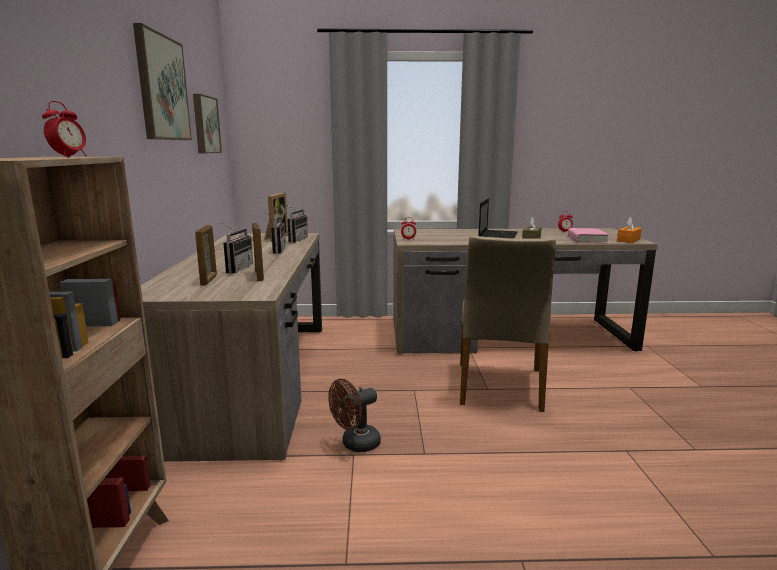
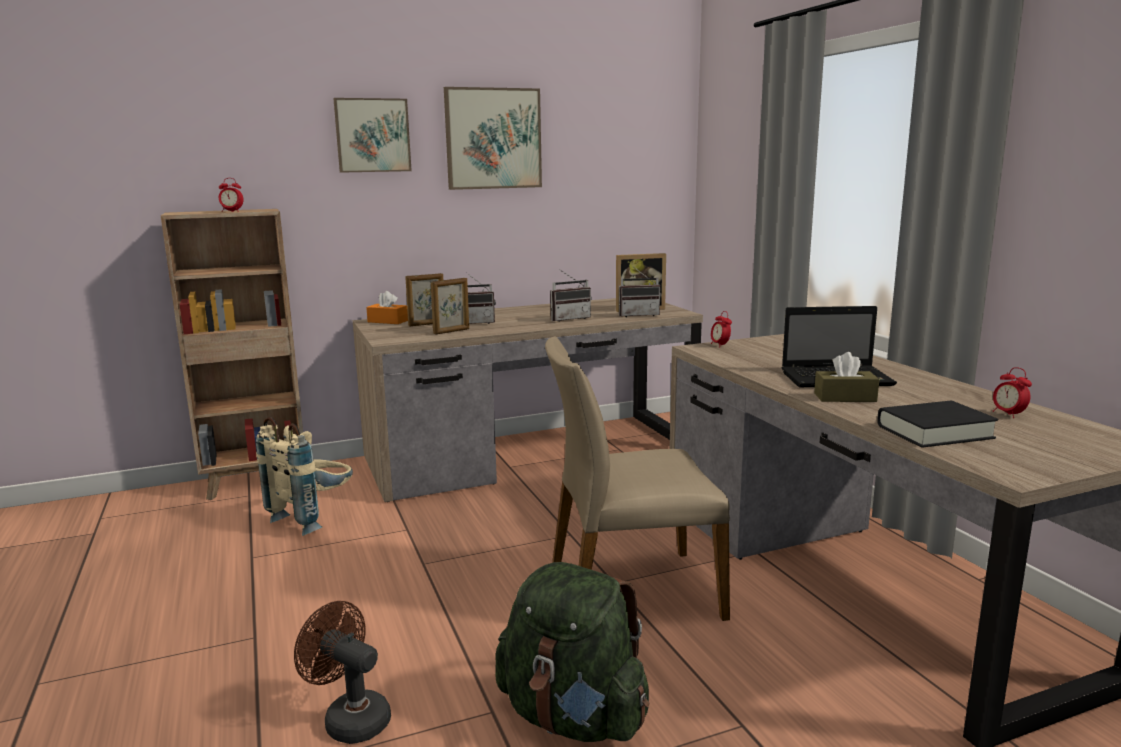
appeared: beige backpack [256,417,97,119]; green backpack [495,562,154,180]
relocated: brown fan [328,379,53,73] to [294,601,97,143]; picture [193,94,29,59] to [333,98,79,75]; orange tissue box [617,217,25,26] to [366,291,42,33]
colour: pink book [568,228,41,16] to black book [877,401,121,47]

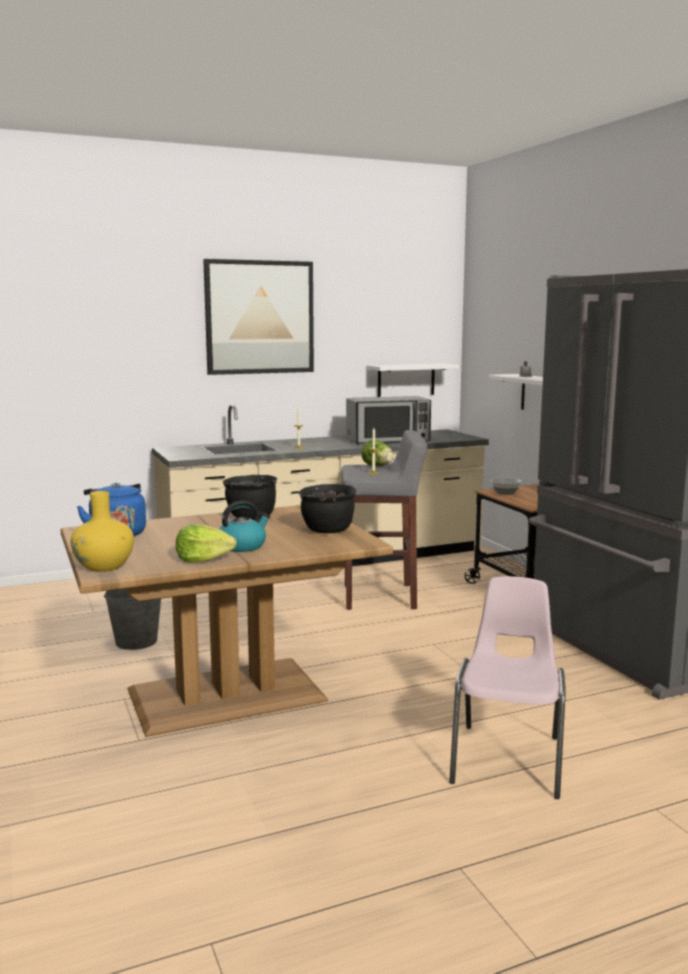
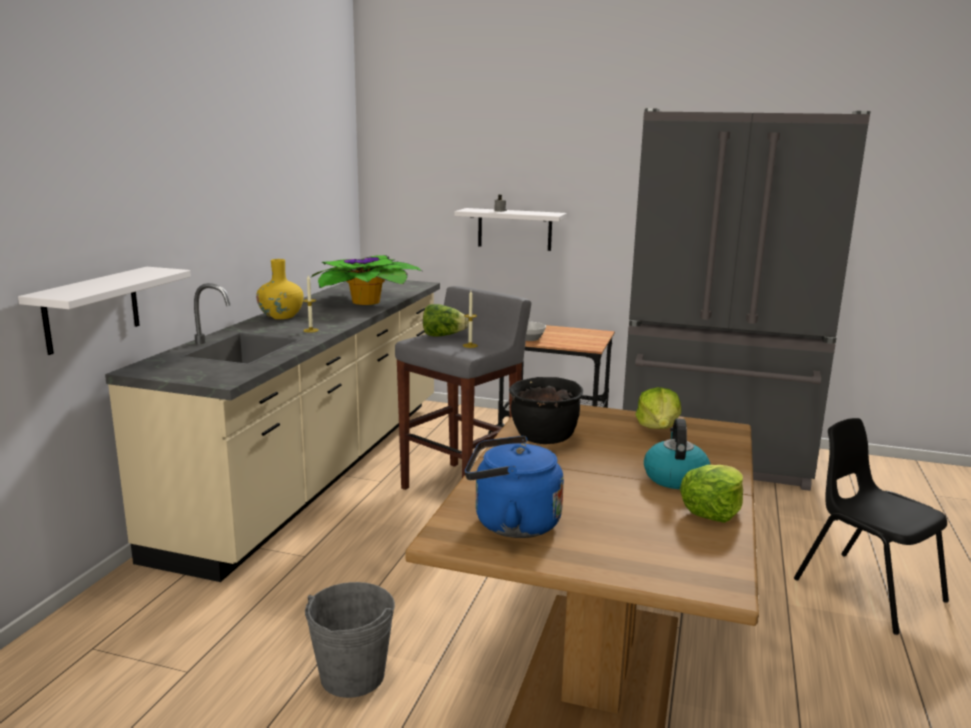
missing: picture [203,259,111,116]
relocated: white shelf [367,363,92,34] to [18,267,173,88]; yellow vase [70,491,64,81] to [256,259,48,60]
exchanged: microwave [346,396,85,48] to potted plant [311,255,111,50]; black cooking pot [299,484,57,49] to lettuce [635,387,46,42]
colour: pink chair [449,576,117,223] to black chair [794,418,155,217]

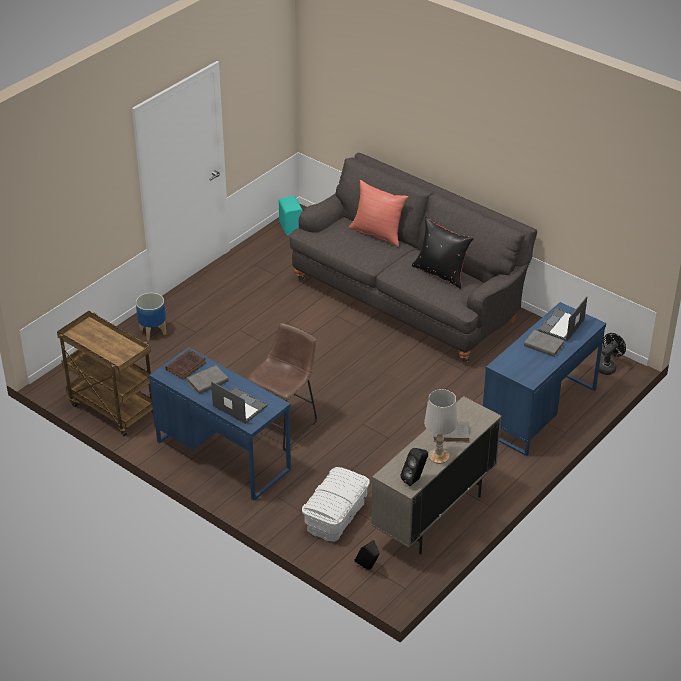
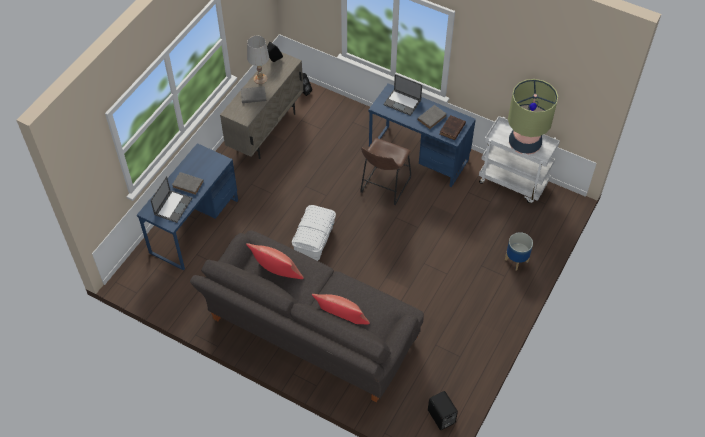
missing: black fan [599,333,27,42]
appeared: table lamp [508,79,50,76]
relocated: white storage box [302,467,67,75] to [292,205,44,56]
colour: black pillow [412,217,62,72] to red pillow [246,243,58,36]; turquoise speaker [279,196,24,39] to black speaker [428,391,30,39]; brown cart [57,311,96,126] to white cart [479,116,81,88]

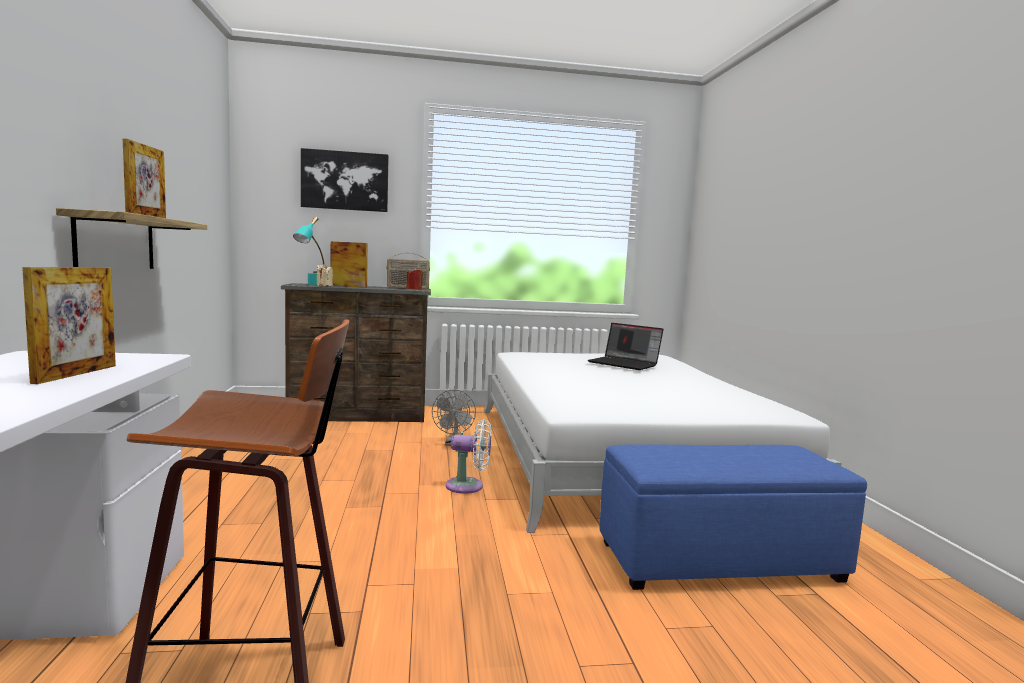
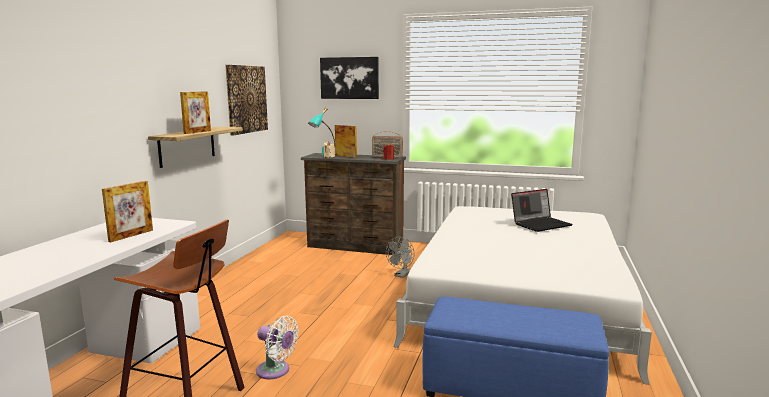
appeared: picture [225,65,43,70]
relocated: white fan [446,419,45,75] to [256,316,43,63]
spun: laptop [588,323,76,47] = [511,189,62,43] 90 degrees counterclockwise

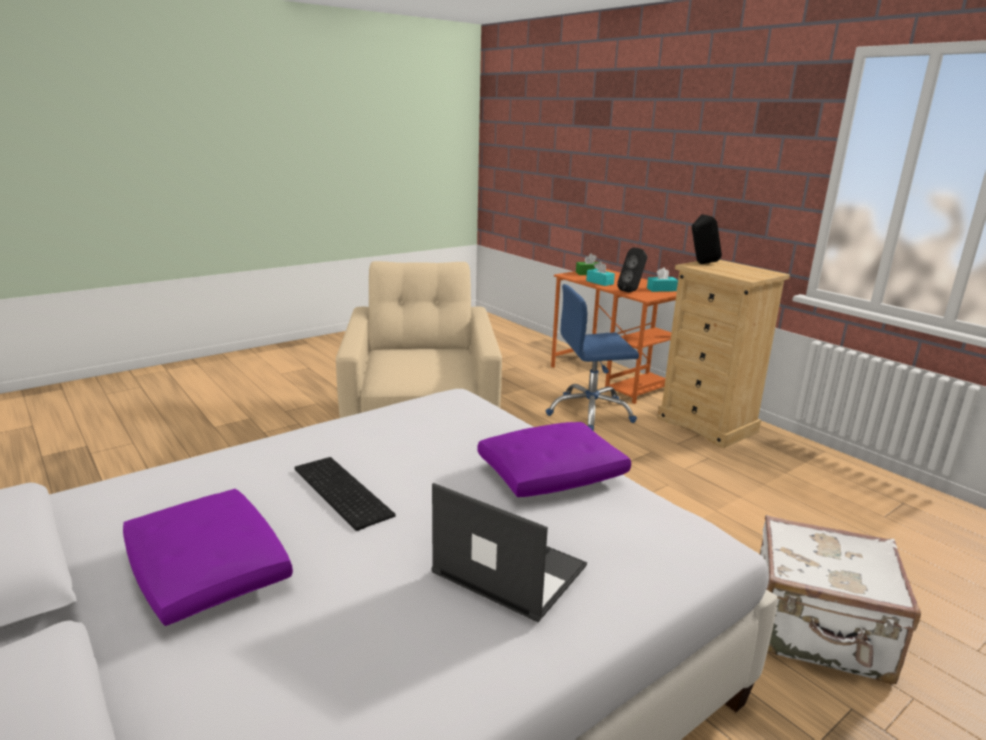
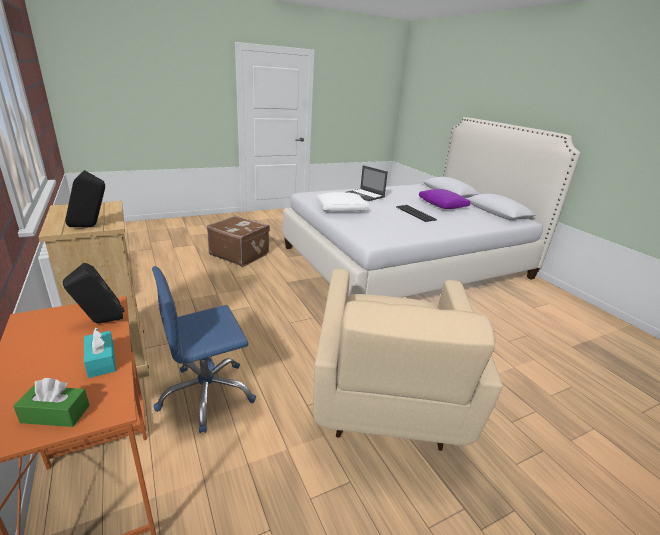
missing: turquoise tissue box [647,268,31,24]
colour: white suitcase [760,515,161,169] to brown suitcase [207,216,63,51]; purple pillow [477,422,154,75] to white pillow [316,192,53,20]
spun: blue office chair [546,284,93,147] = [152,266,104,167] 150 degrees clockwise

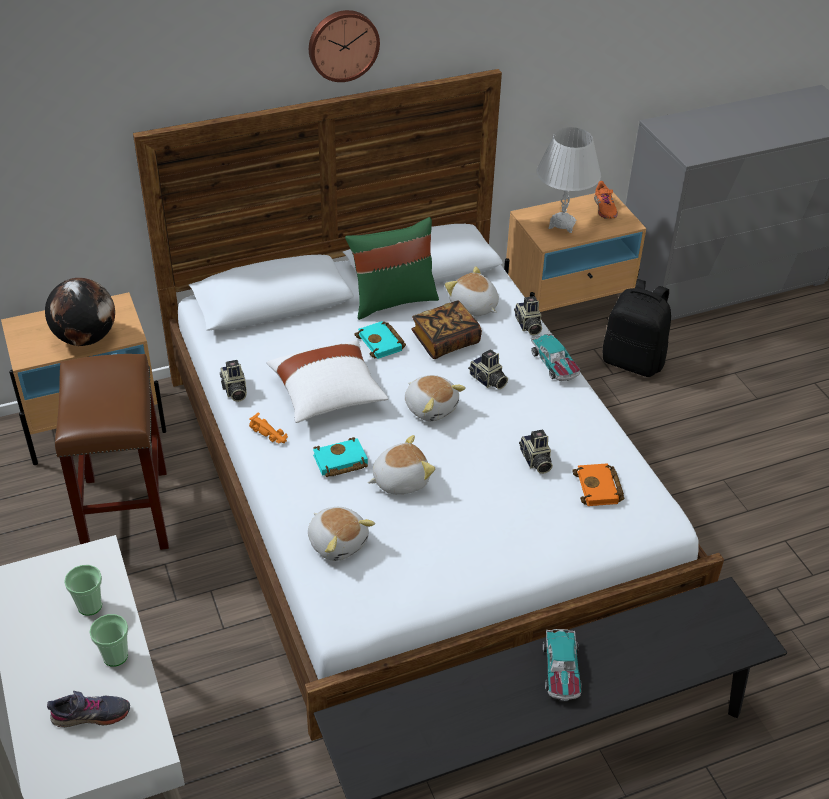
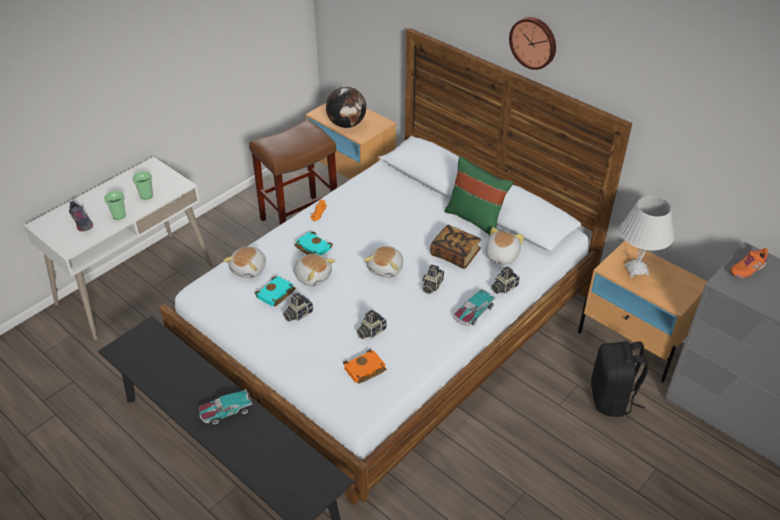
missing: white pillow [267,340,121,83]
relocated: turquoise book [354,321,52,38] to [255,276,41,30]; photo camera [220,360,27,42] to [283,293,30,29]; orange shoe [594,181,24,38] to [730,248,38,31]

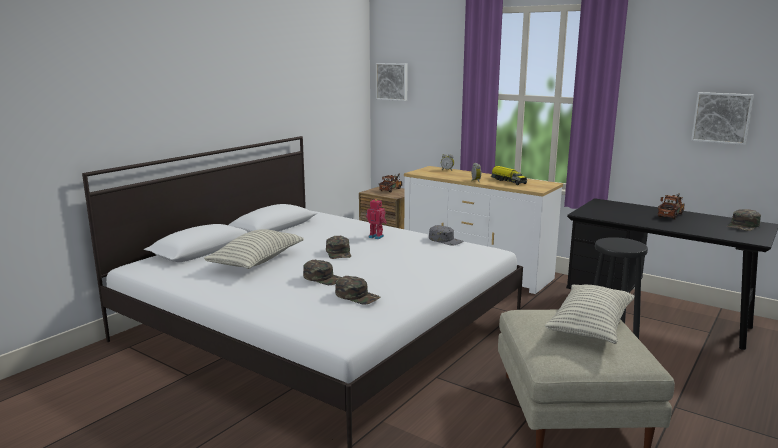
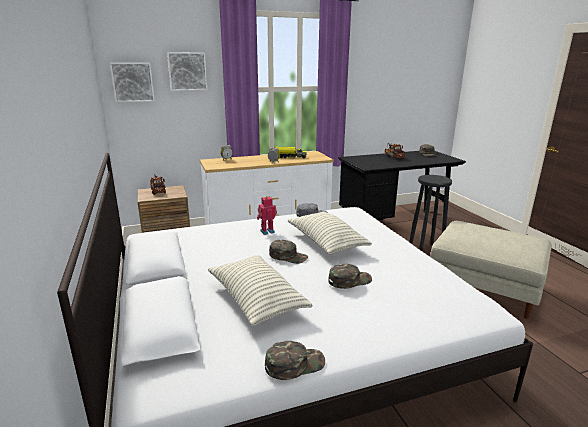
relocated: picture [691,92,63,53] to [167,52,40,39]; green cap [335,276,45,28] to [265,341,60,39]; pillow [545,284,89,60] to [287,212,85,42]

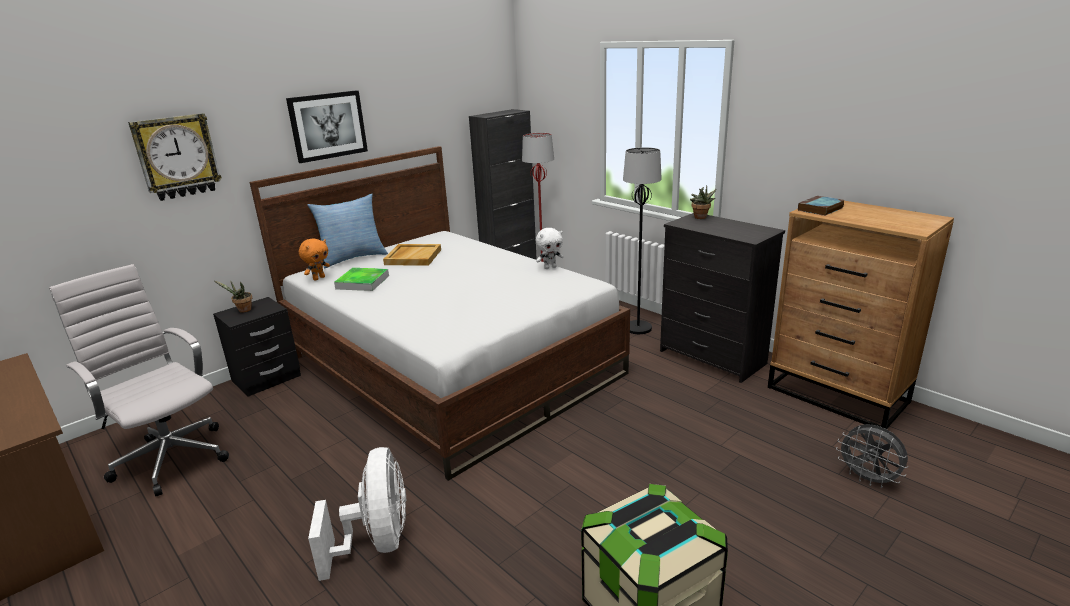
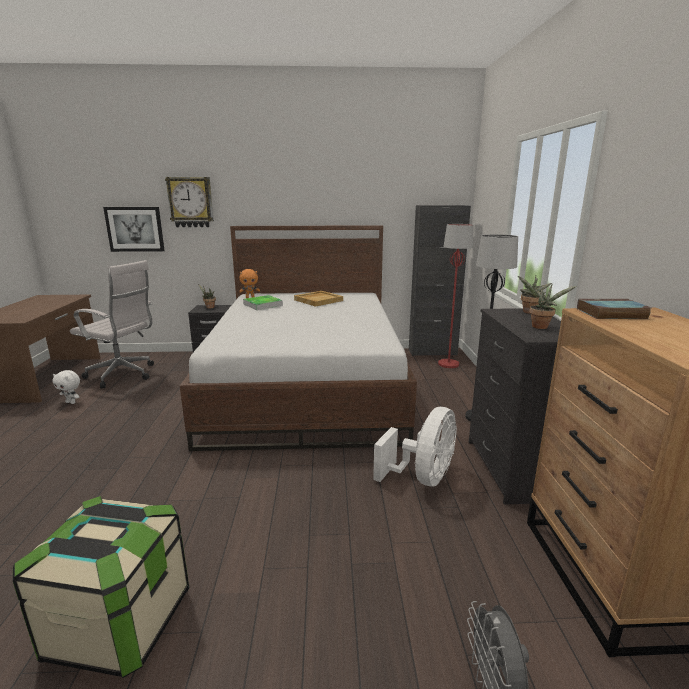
missing: pillow [307,194,81,75]
appeared: potted plant [530,284,46,45]
relocated: white plush toy [536,228,28,41] to [52,370,28,34]; picture [286,90,82,73] to [103,207,62,45]; white fan [308,447,98,134] to [373,407,84,80]
spun: white office chair [49,264,180,233] = [70,260,84,129] 120 degrees clockwise

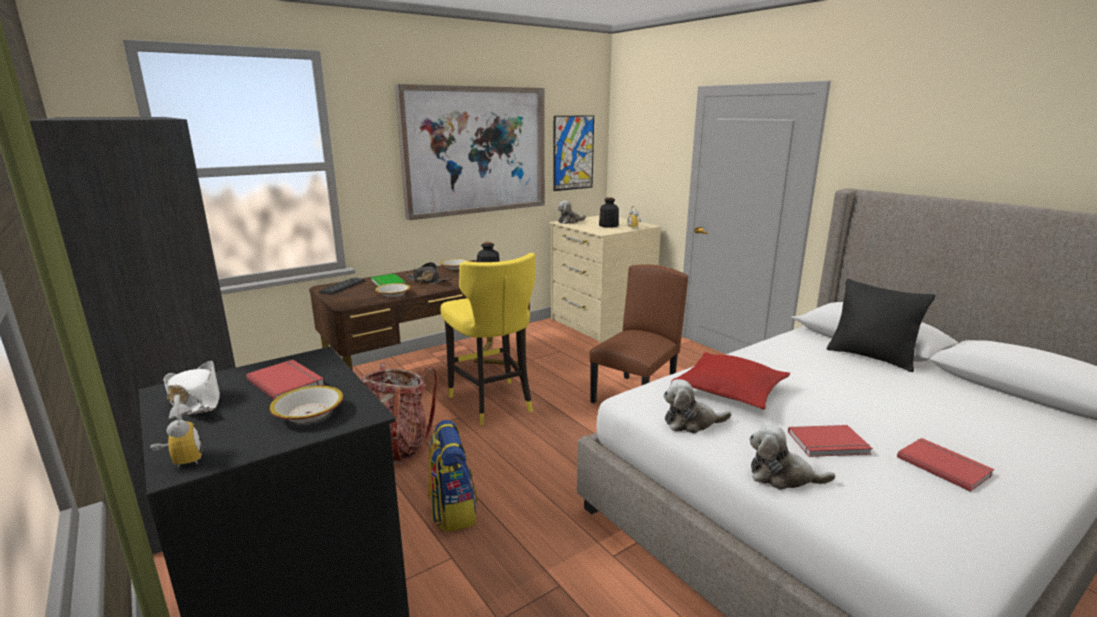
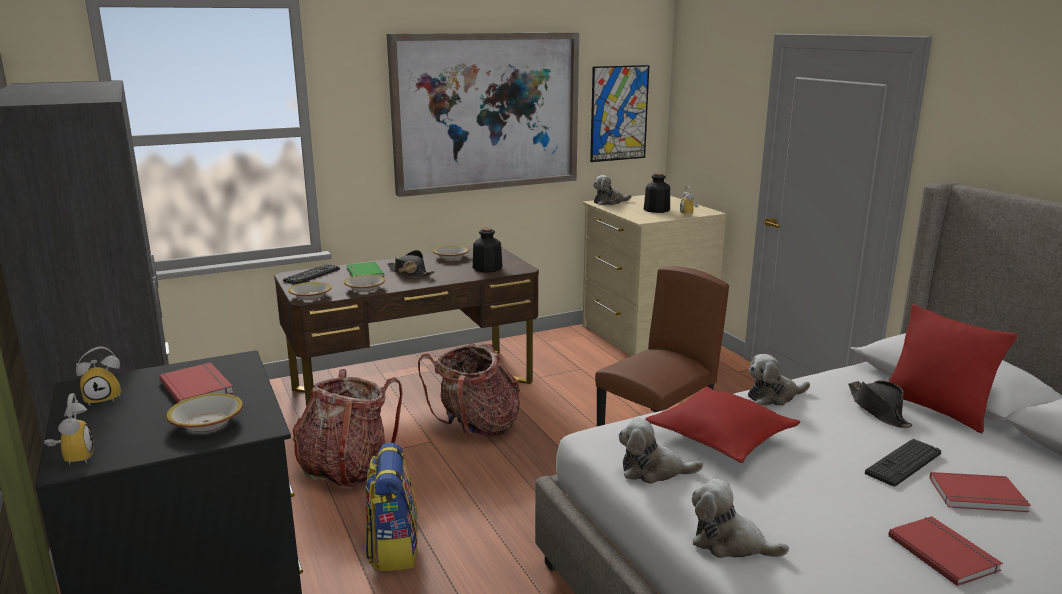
appeared: bowl [288,282,44,18]; plush toy [748,354,62,52]; black hat [848,380,65,48]; keyboard [865,439,76,48]
relocated: red book [788,425,85,32] to [929,472,102,40]
exchanged: white hat [163,361,57,54] to alarm clock [76,346,46,60]; yellow stool [440,253,95,172] to backpack [418,343,102,96]
colour: black pillow [827,279,108,93] to red pillow [888,304,130,129]

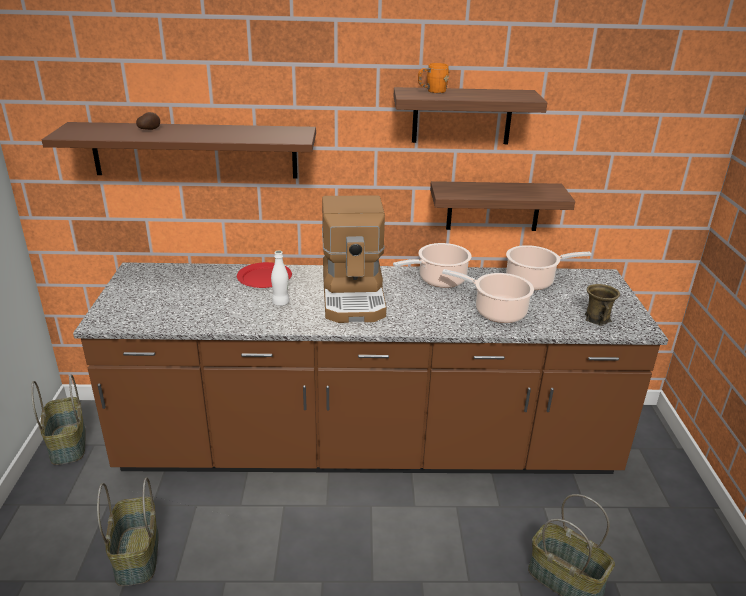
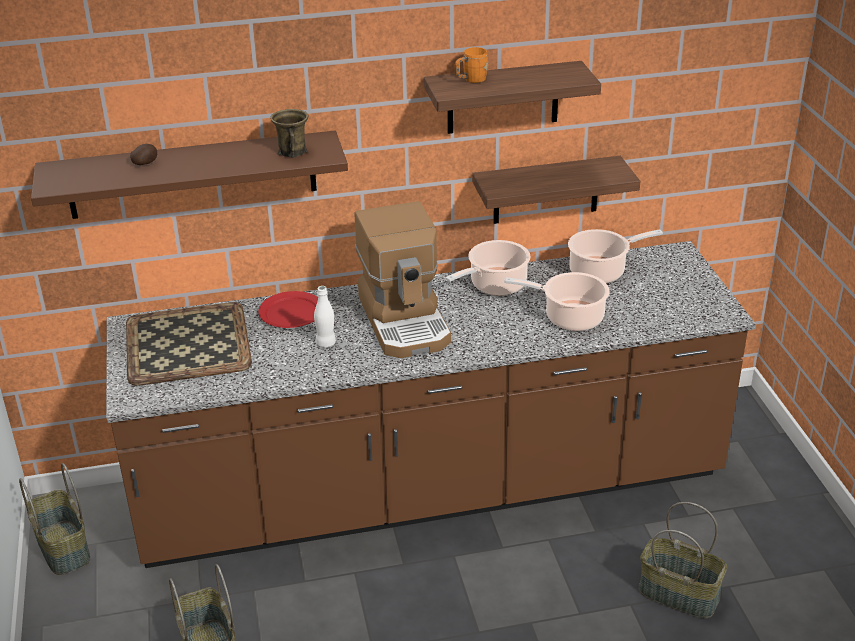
appeared: tray [126,302,126,84]
relocated: brown mug [585,284,35,42] to [270,109,39,49]

